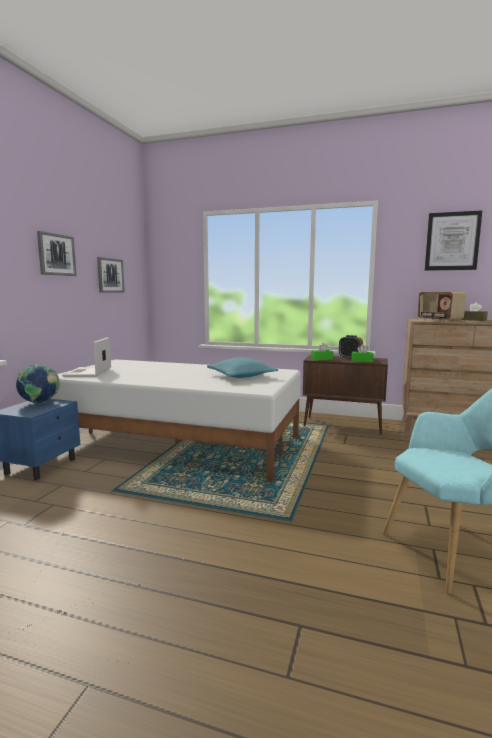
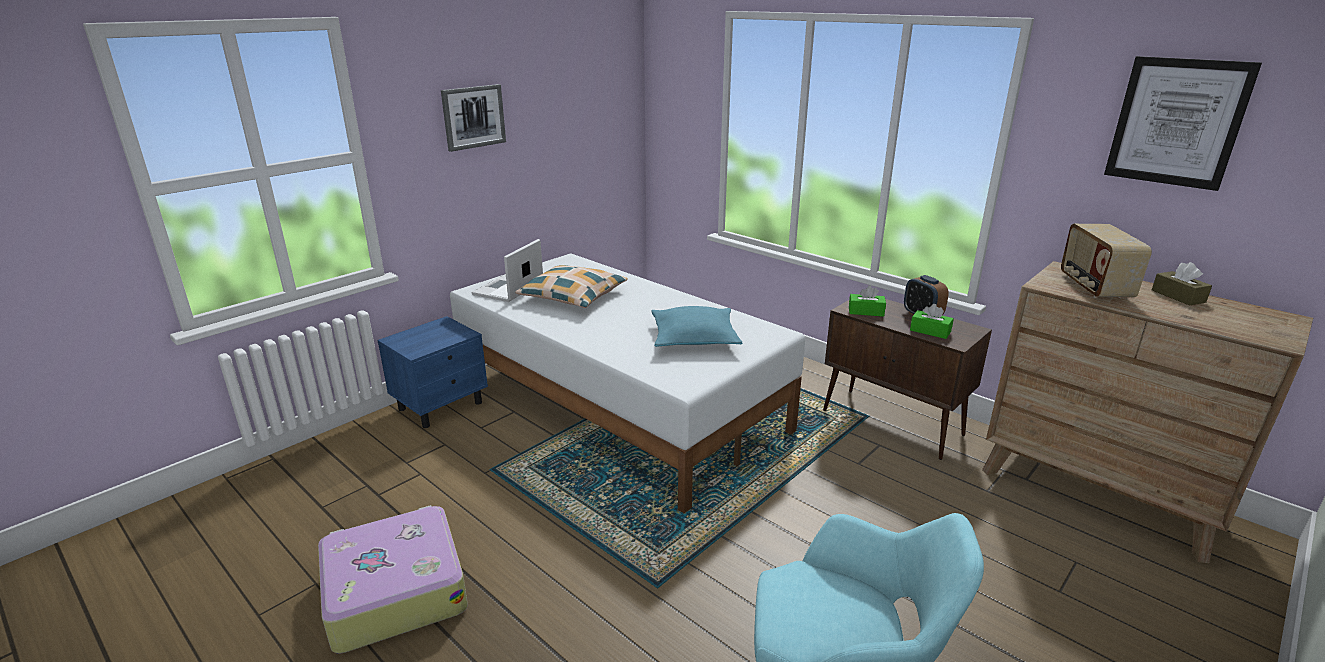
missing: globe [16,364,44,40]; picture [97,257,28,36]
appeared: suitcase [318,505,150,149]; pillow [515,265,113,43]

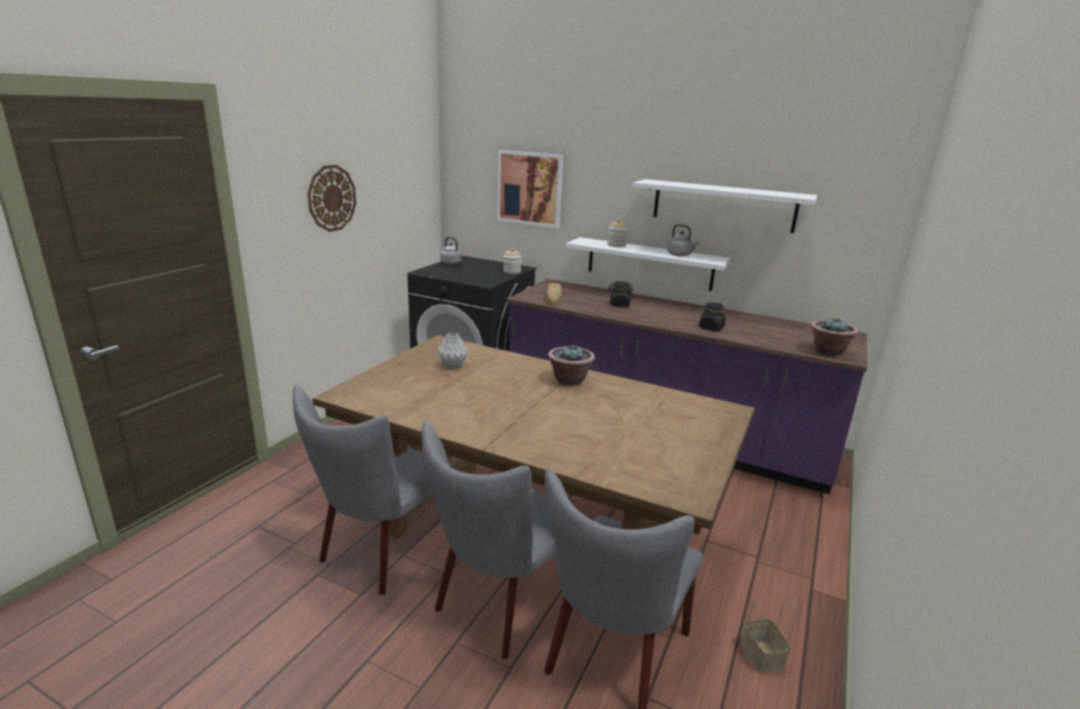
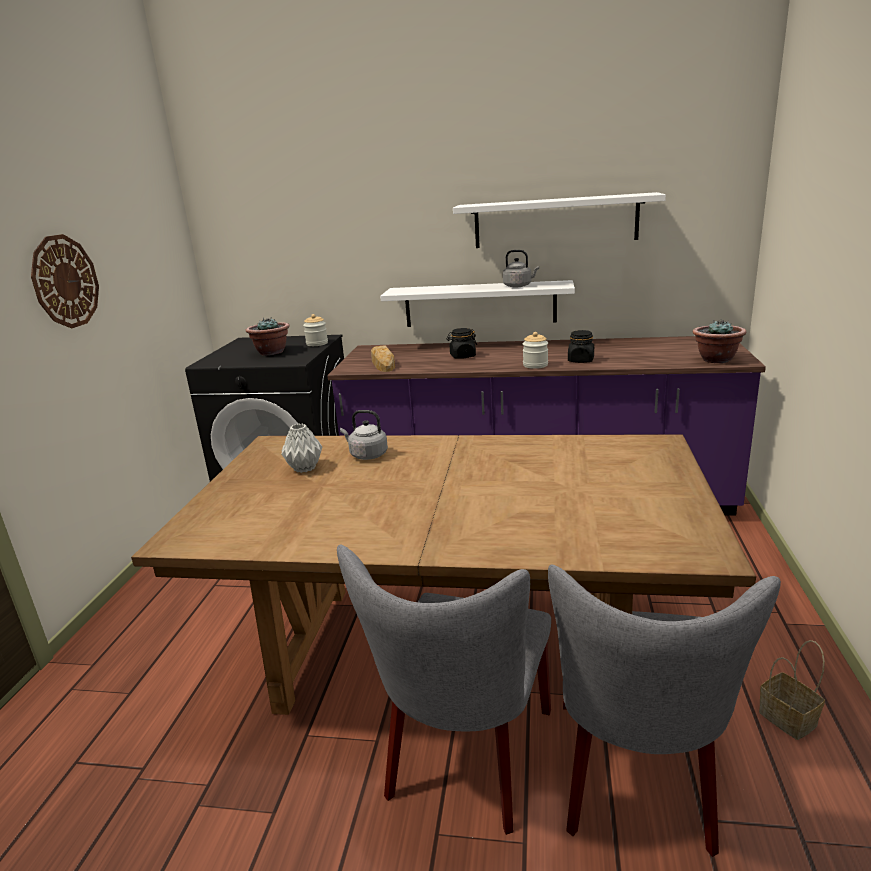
missing: grey chair [293,385,162,210]; picture [497,150,66,78]
relocated: potted plant [548,344,47,42] to [246,317,44,39]; grey kettle [439,237,23,28] to [340,410,48,50]; jar [607,220,20,27] to [523,332,25,37]

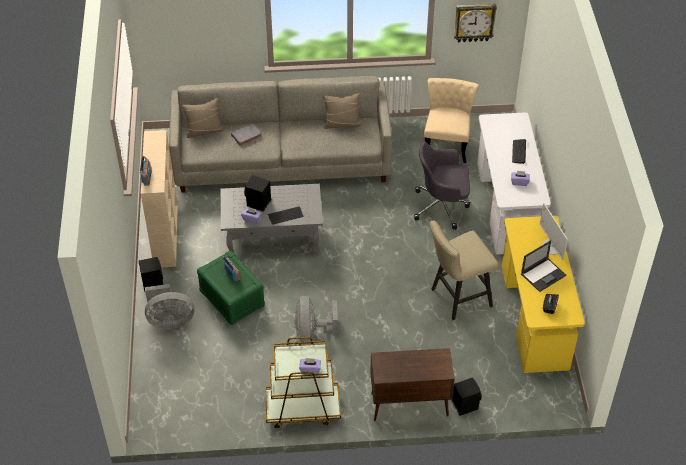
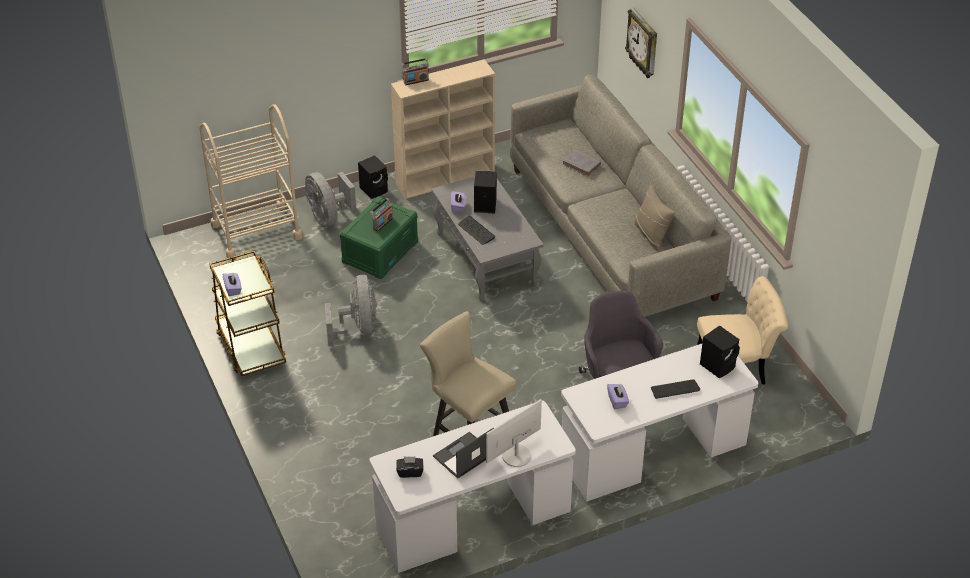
missing: beige pillow [182,98,42,40]; brown cabinet [370,348,85,73]
appeared: beige cart [199,104,103,154]
relocated: wall clock [454,4,43,38] to [625,8,32,70]; black speaker [452,377,30,39] to [700,325,40,53]
colour: yellow desk [502,216,83,157] to white desk [369,401,207,172]
spun: grey fan [295,296,43,49] = [325,275,52,71] 105 degrees clockwise; laptop [521,240,45,52] = [433,427,61,52] 105 degrees clockwise

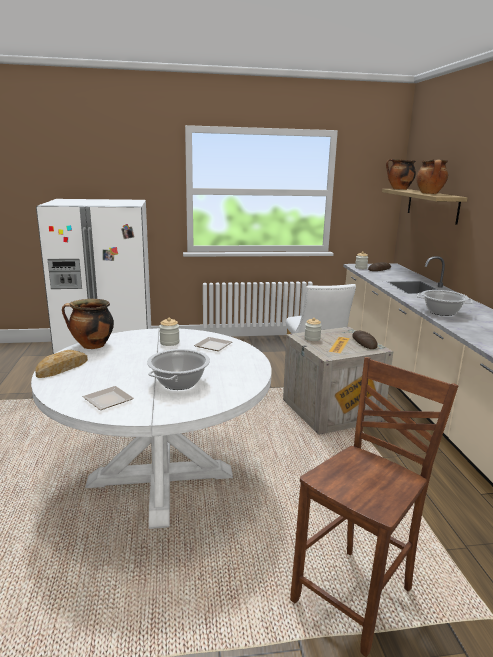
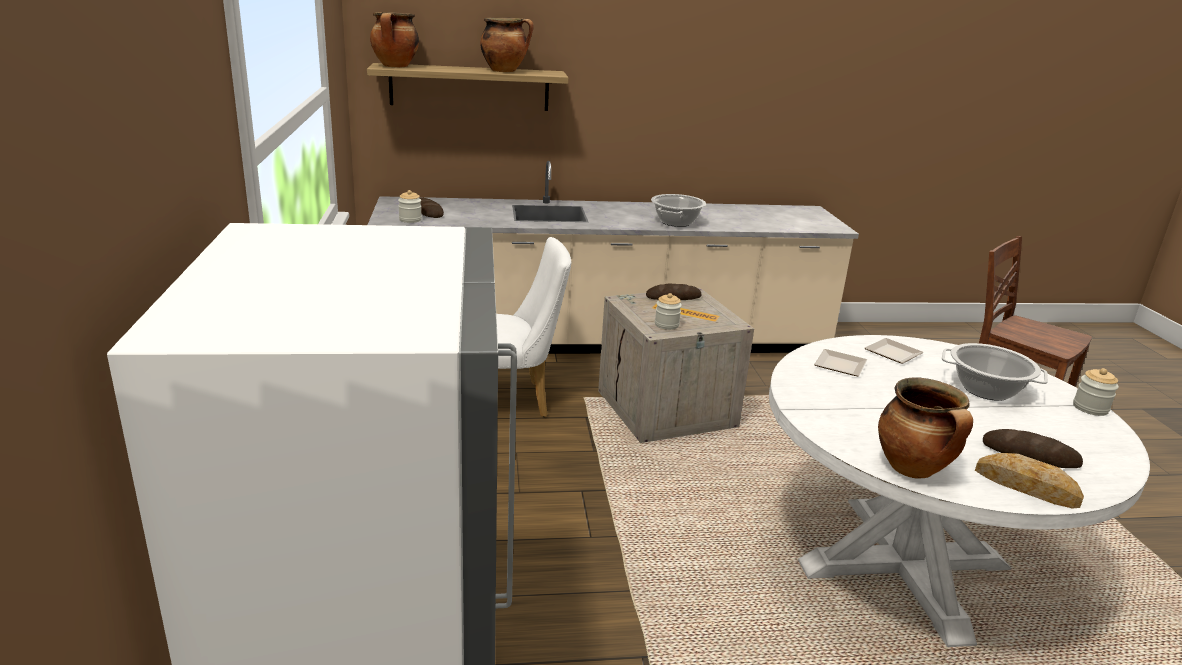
appeared: bread [983,429,100,39]
relocated: plate [82,386,52,24] to [865,338,58,26]; jar [159,317,21,29] to [1073,368,46,48]

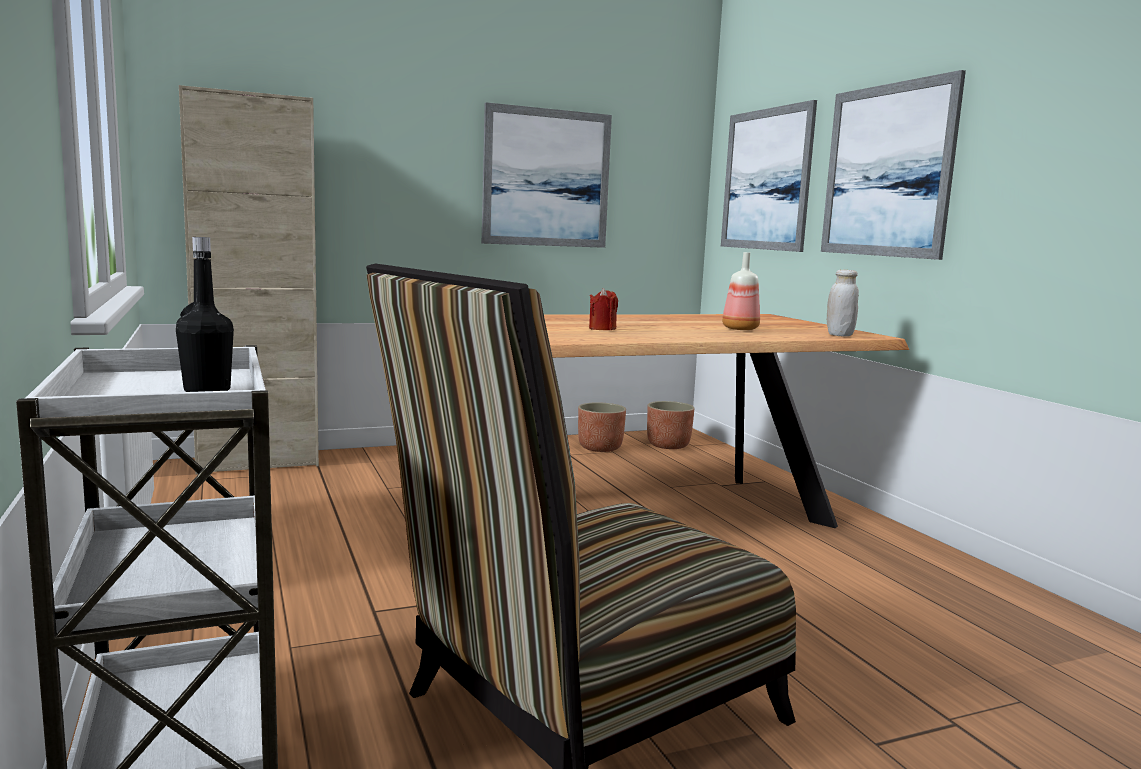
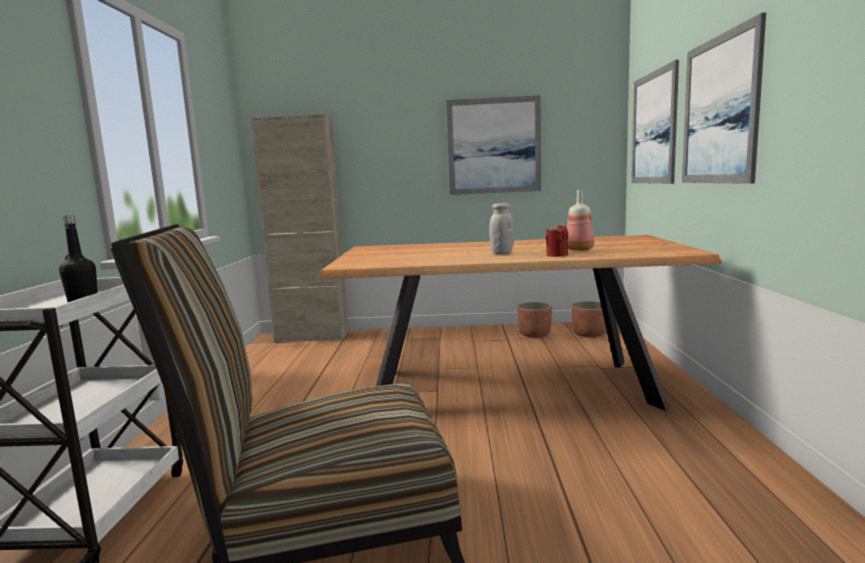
relocated: white jar [827,270,32,67] to [489,203,25,51]; red candle [589,288,29,42] to [546,224,22,33]

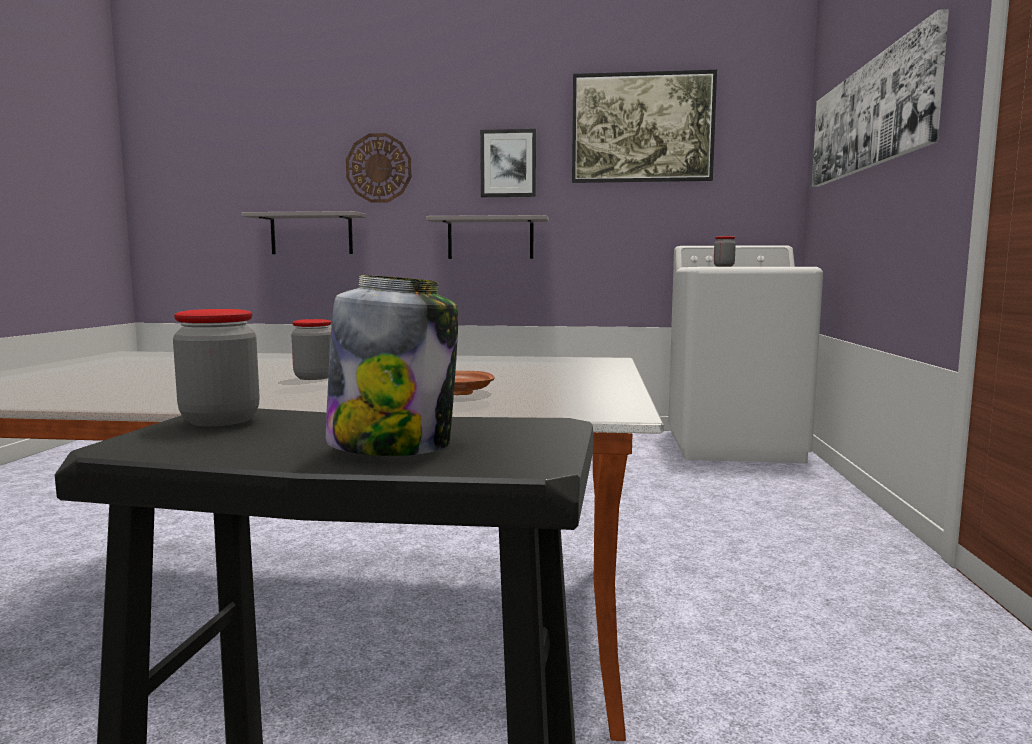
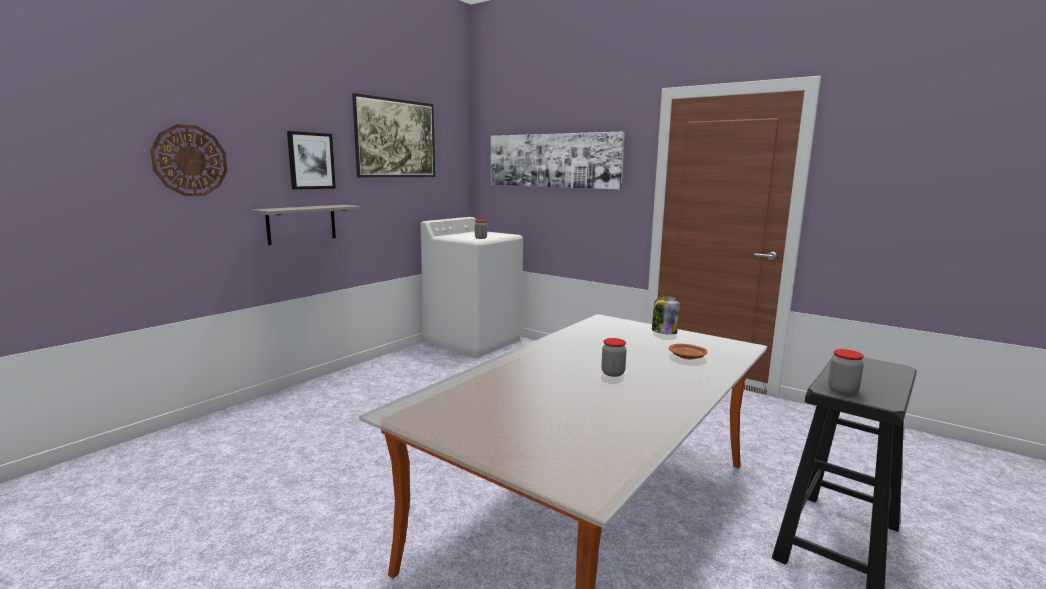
missing: grey shelf [241,211,125,43]
relocated: jar [326,275,132,181] to [652,296,28,39]

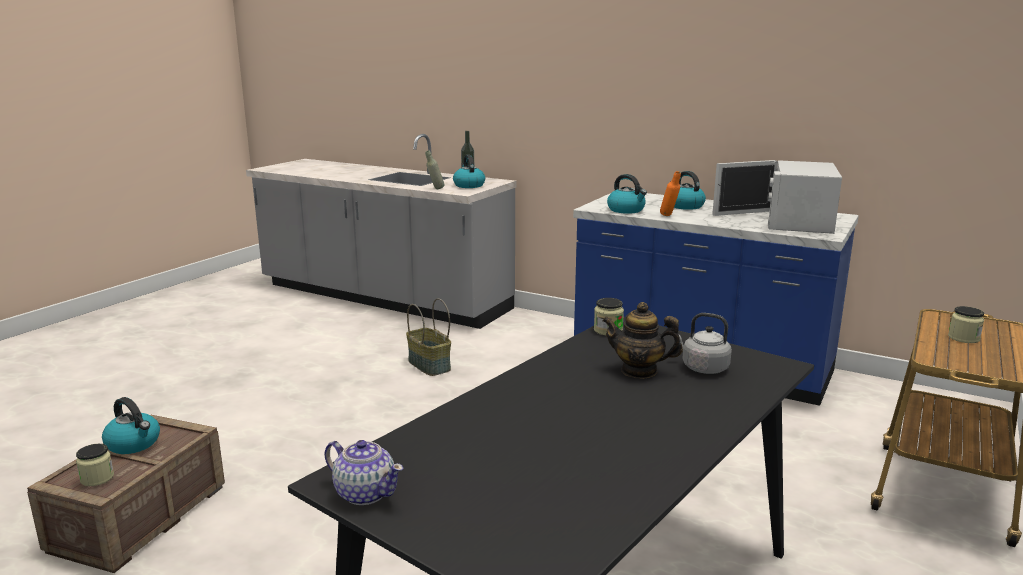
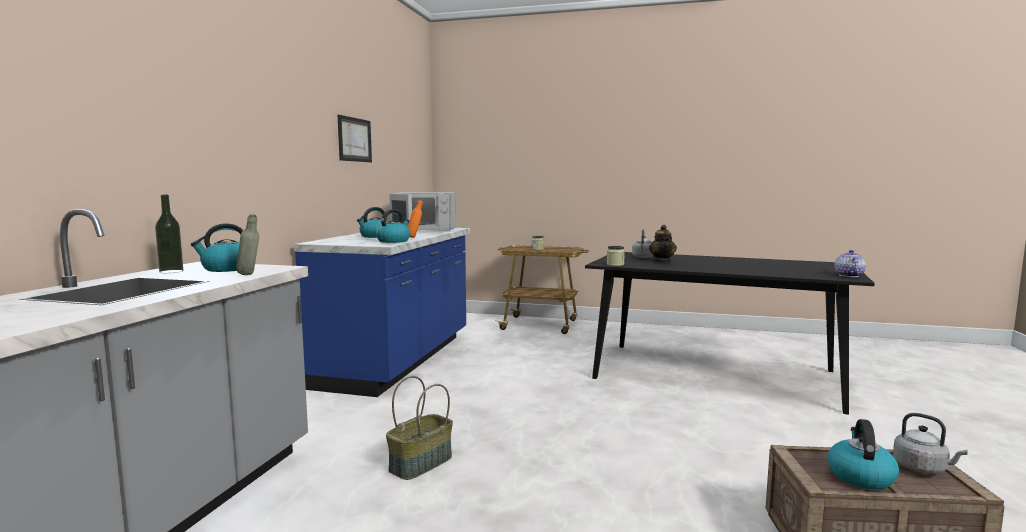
appeared: picture [338,115,34,47]
exchanged: jar [76,444,38,42] to grey kettle [893,413,75,61]

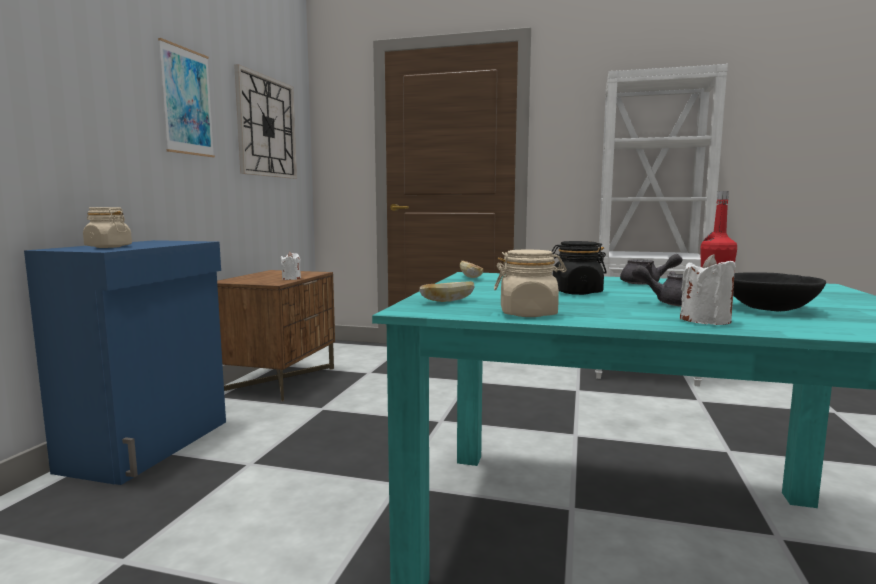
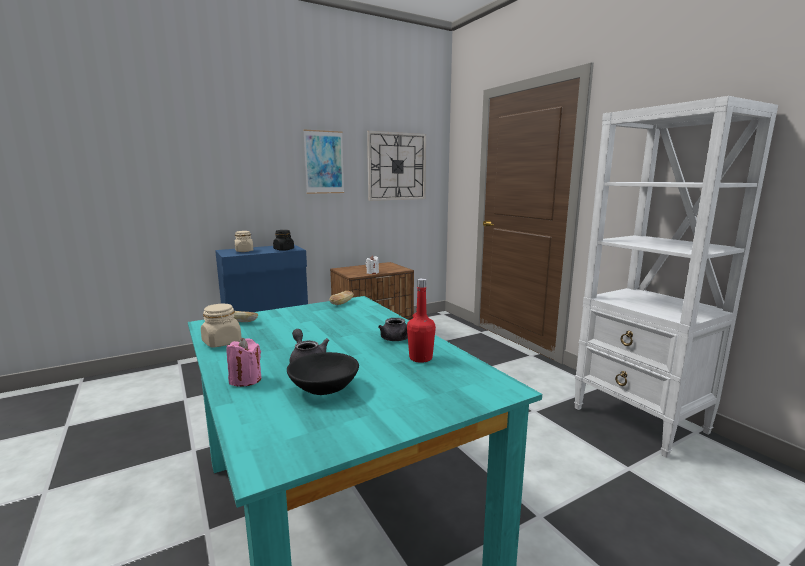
relocated: black jar [551,241,56,54] to [273,230,21,21]
colour: white candle [680,254,56,71] to pink candle [227,338,34,49]

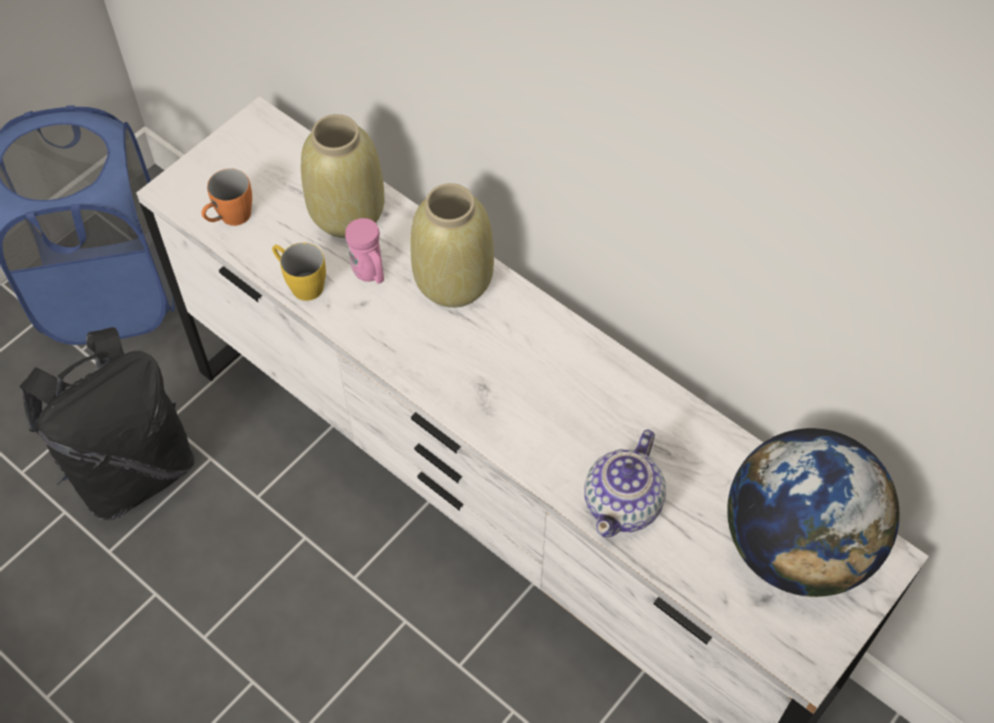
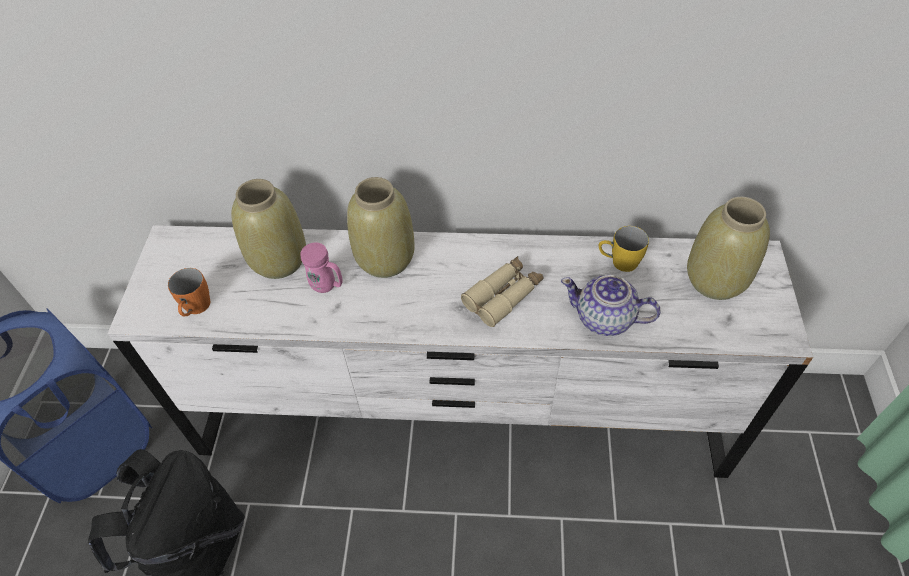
appeared: beige binoculars [461,256,82,71]
relocated: yellow mug [272,243,54,58] to [599,226,50,46]
exchanged: globe [727,428,172,169] to beige vase [687,197,83,103]
spun: teapot [584,429,82,109] = [561,275,100,61] 120 degrees clockwise

